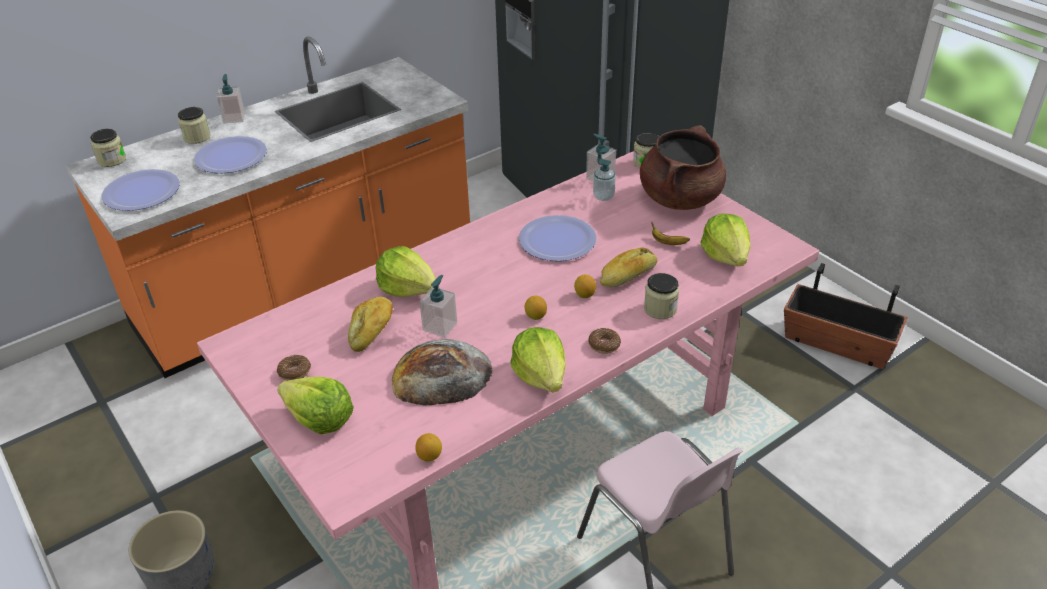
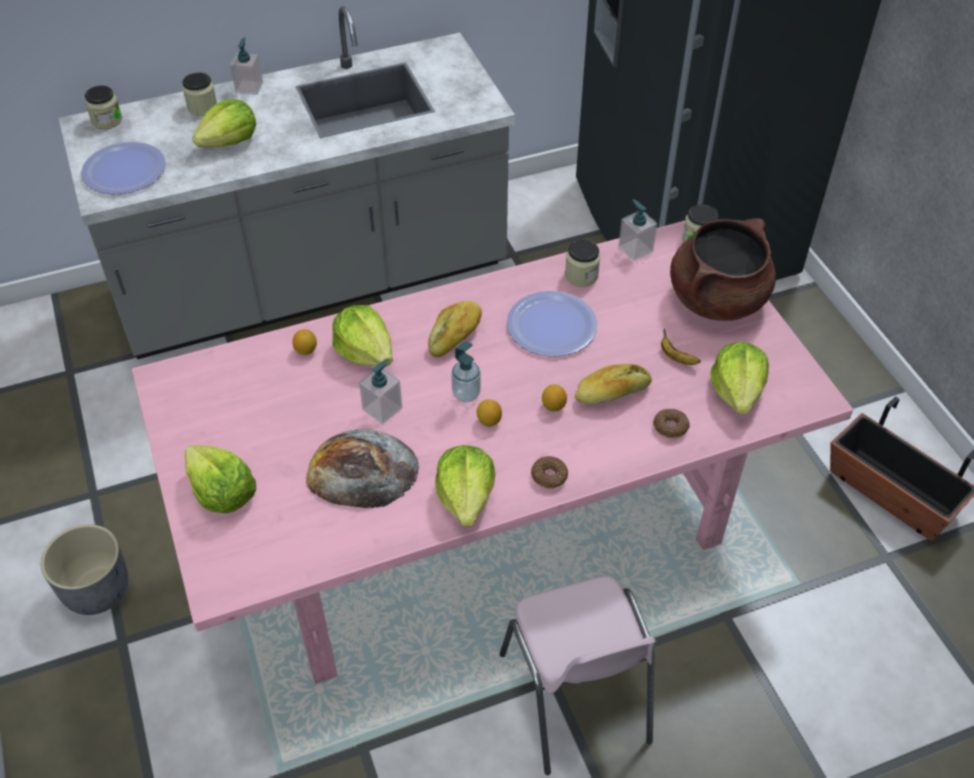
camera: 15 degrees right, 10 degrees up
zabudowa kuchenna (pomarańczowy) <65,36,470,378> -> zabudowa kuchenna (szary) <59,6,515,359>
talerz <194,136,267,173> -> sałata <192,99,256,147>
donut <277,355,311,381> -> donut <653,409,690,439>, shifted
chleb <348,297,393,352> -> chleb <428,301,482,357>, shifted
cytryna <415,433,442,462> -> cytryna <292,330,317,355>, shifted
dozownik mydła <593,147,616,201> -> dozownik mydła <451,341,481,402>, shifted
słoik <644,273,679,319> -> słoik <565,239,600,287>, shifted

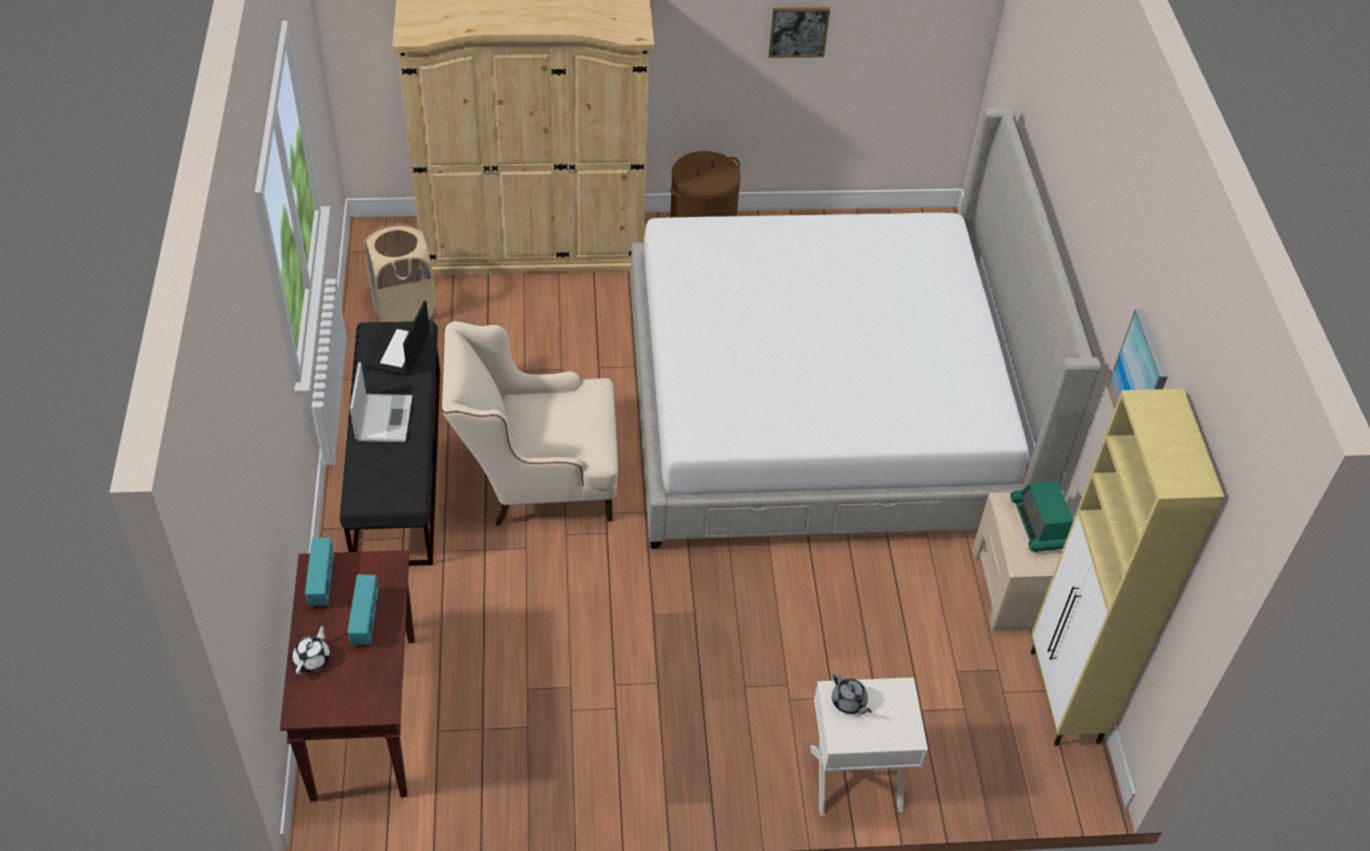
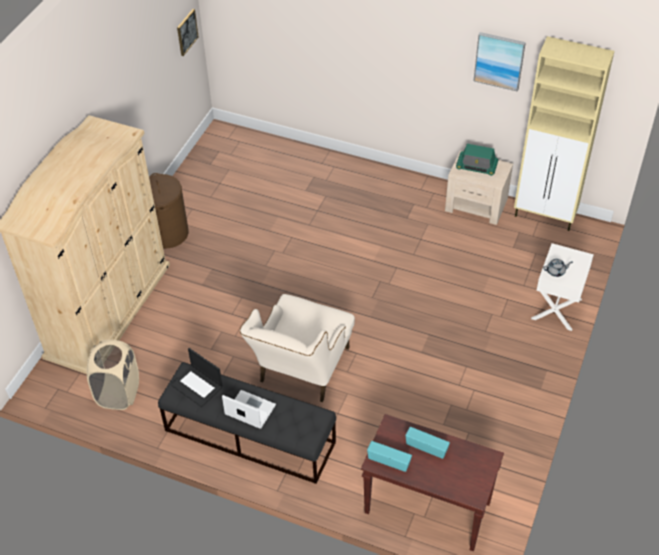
camera: 60 degrees left, 0 degrees up
imbryk (biały) <293,623,330,675> -> none
łóżko <631,108,1101,549> -> none
obraz <769,8,830,58> -> obraz <177,9,199,56>, shifted

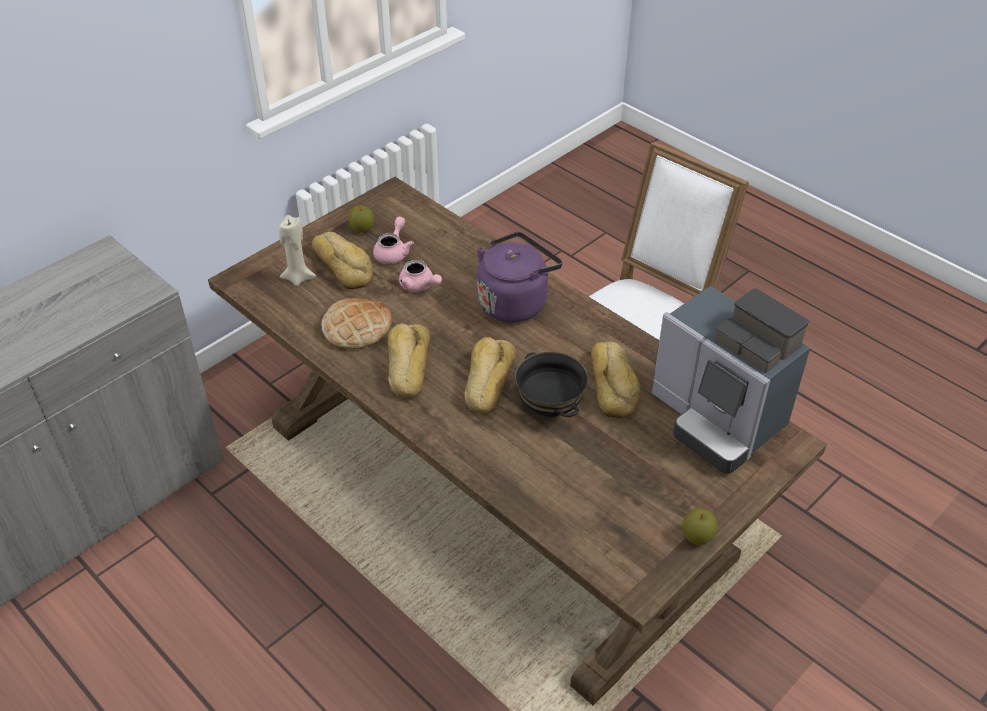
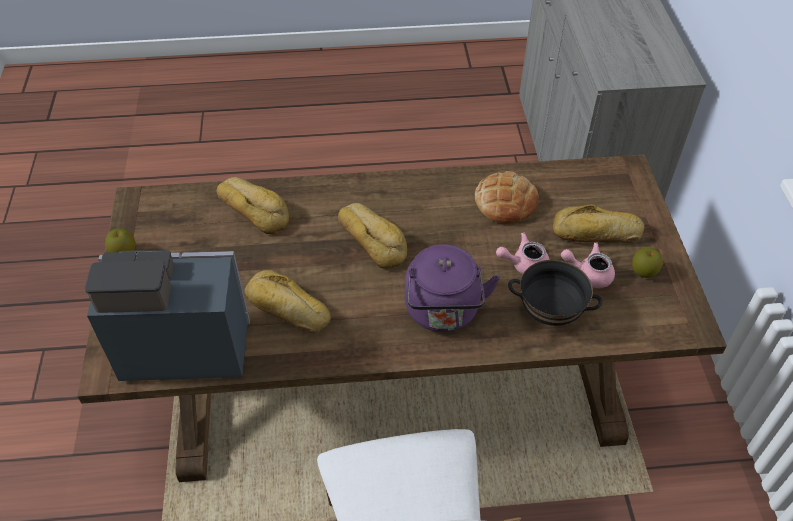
camera: 130 degrees right, 5 degrees up
świeca (beżowy) <279,215,316,286> -> none
imbryk (różowy) <373,217,414,264> -> imbryk (różowy) <561,243,615,288>, 135 degrees clockwise
chleb <387,323,430,398> -> chleb <217,177,289,234>, shifted
miska (czarny) <515,352,588,418> -> miska (czarny) <508,260,603,326>, shifted

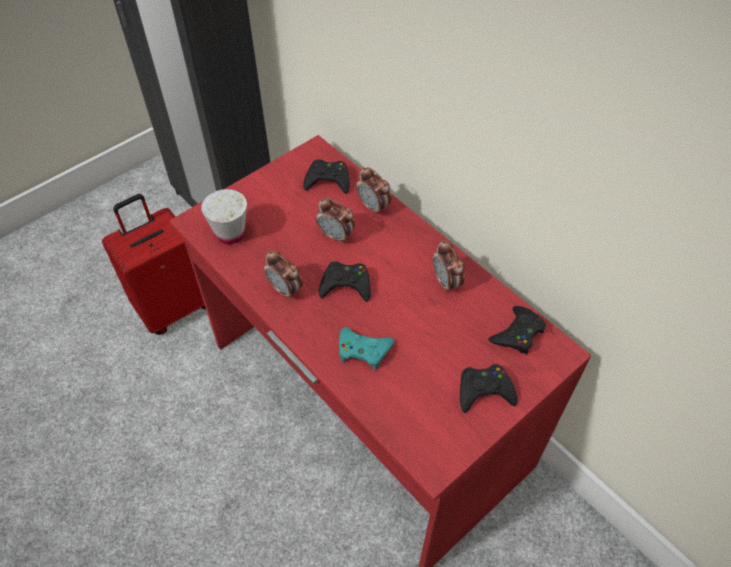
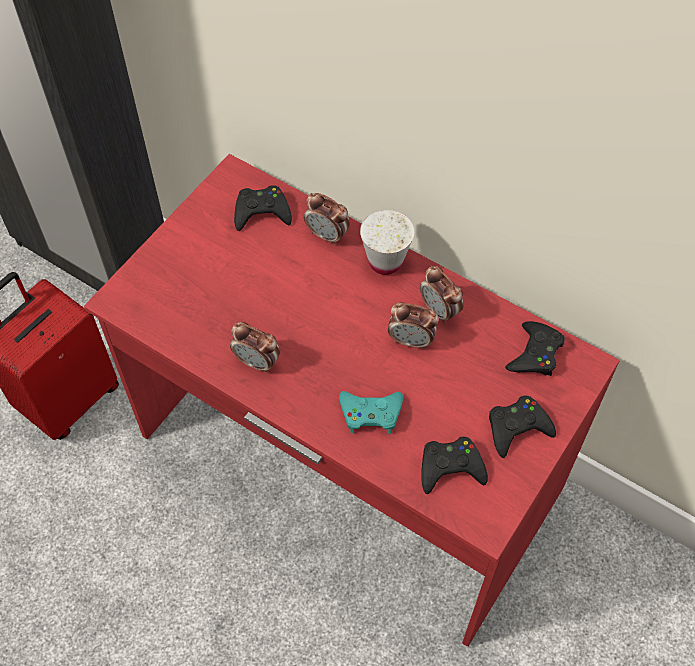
camera: 15 degrees left, 5 degrees up
filiżanka (biały) <201,189,247,244> -> filiżanka (biały) <360,210,414,275>, shifted
budzik <316,198,355,244> -> budzik <388,302,439,350>, shifted
pad do gier (czarny) <319,261,371,302> -> pad do gier (czarny) <421,437,488,494>, shifted

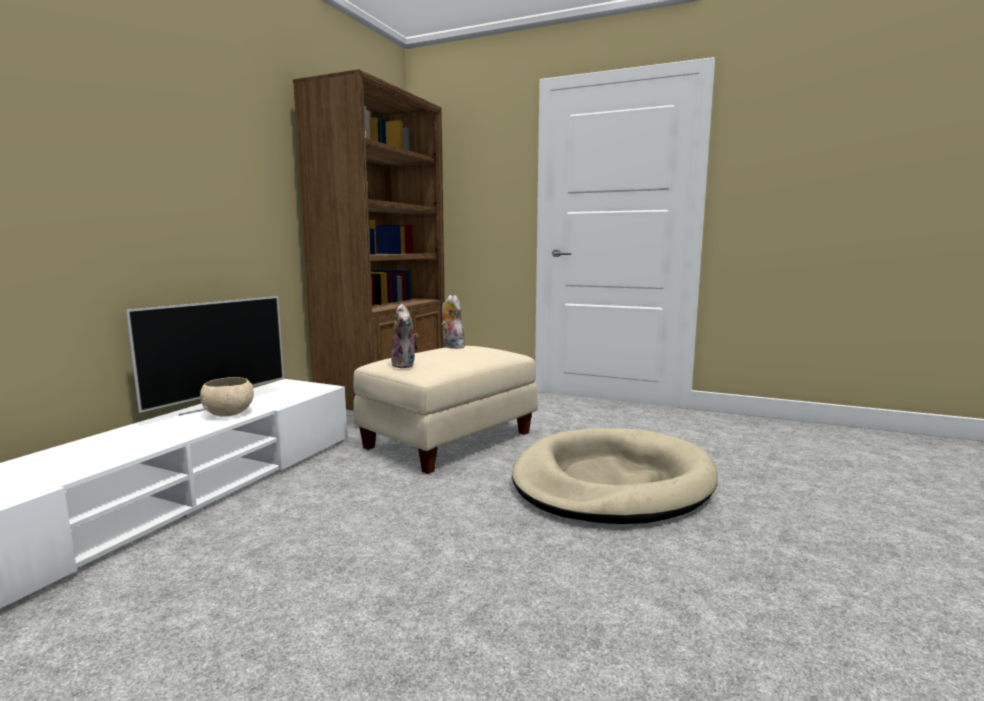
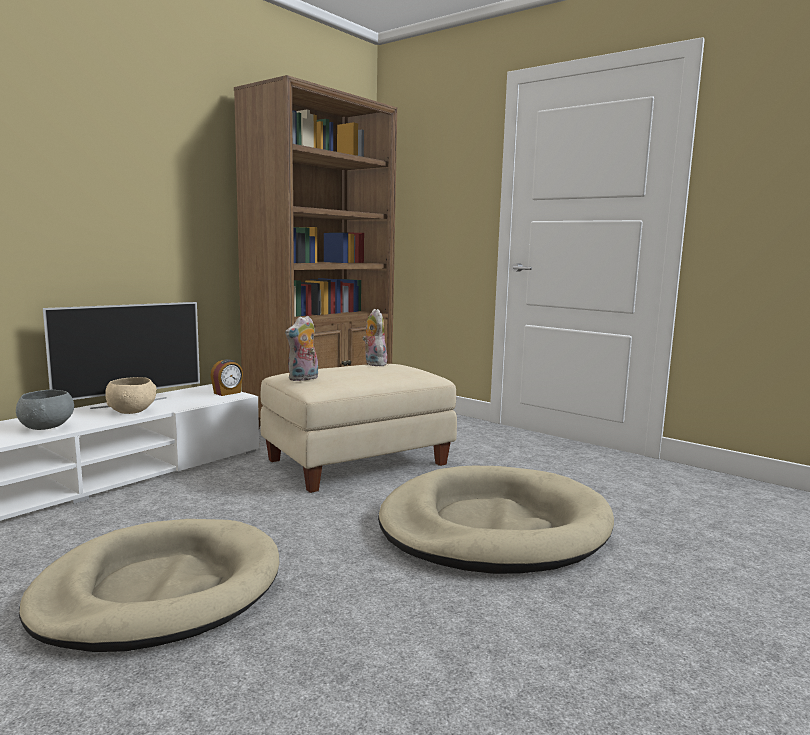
camera: 15 degrees right, 0 degrees up
pluszak <391,304,418,368> -> pluszak <285,315,318,381>, 45 degrees clockwise
none -> miska (szary) <16,390,74,430>
none -> legowisko (beżowy) <19,519,279,652>
none -> budzik <211,359,243,396>

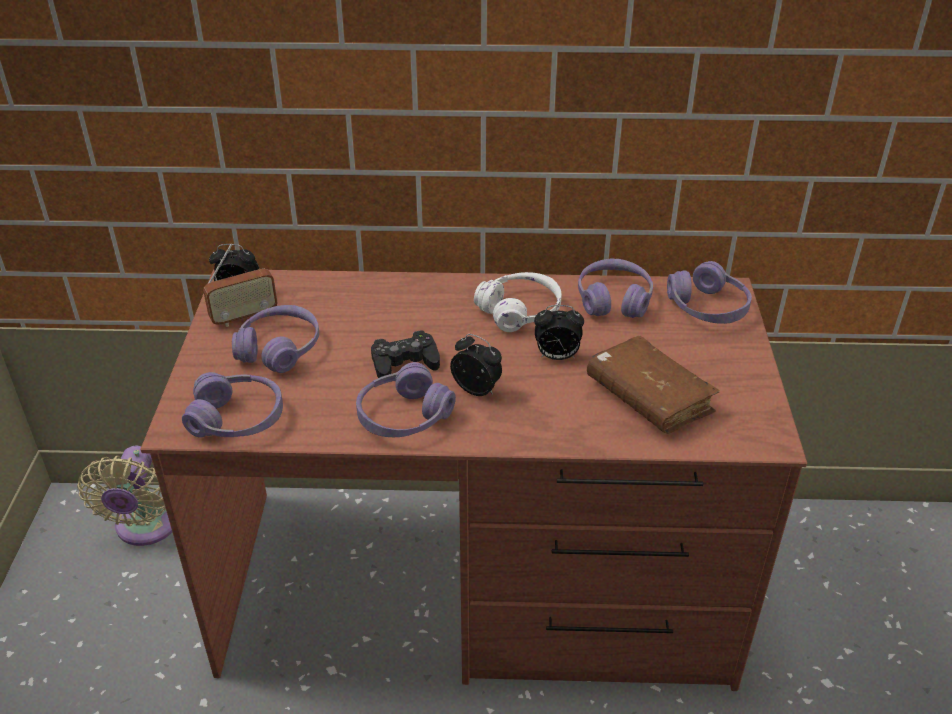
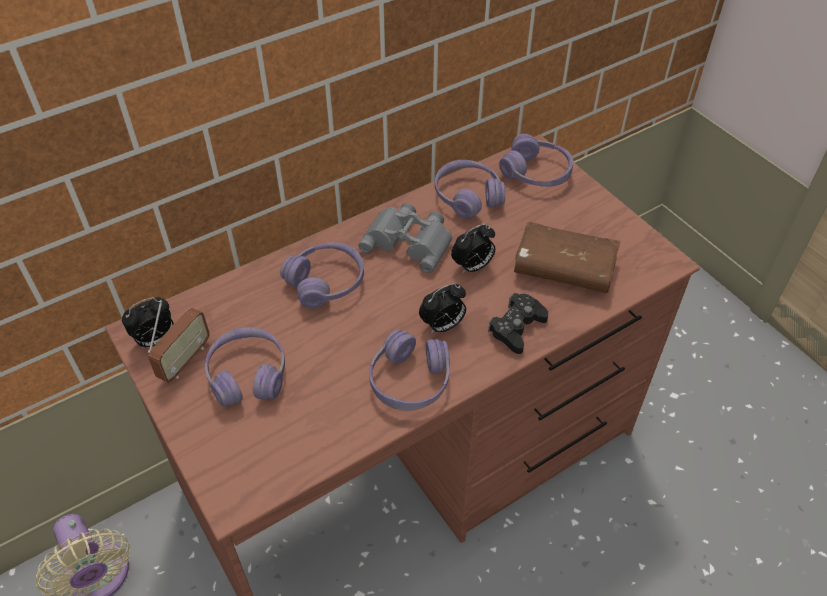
camera: 35 degrees left, 10 degrees up
słuchawki (fioletowy) <182,372,283,438> -> słuchawki (fioletowy) <280,242,364,309>, shifted
pad do gier (czarny) <371,330,440,378> -> pad do gier (czarny) <488,293,548,354>, shifted
budzik <450,334,502,396> -> budzik <419,283,466,333>, 150 degrees clockwise
słuchawki (biały) <474,272,562,332> -> lornetka (szary) <358,203,452,273>

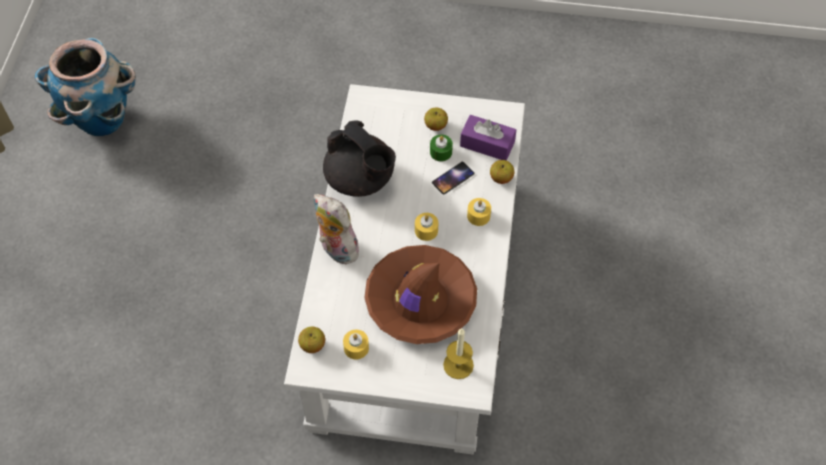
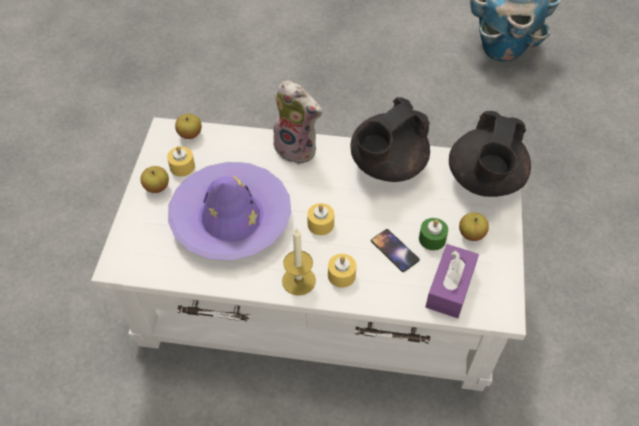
camera: 90 degrees right, 5 degrees down
pluszak <314,194,360,264> -> pluszak <273,80,322,165>, 75 degrees clockwise
kapelusz (brązowy) <365,245,477,344> -> kapelusz (fioletowy) <168,162,291,260>
świeca <443,328,474,379> -> świeca <282,227,316,296>, shifted
jabłko <490,160,515,184> -> jabłko <141,166,169,193>, shifted
none -> imbryk (czarny) <449,111,531,197>

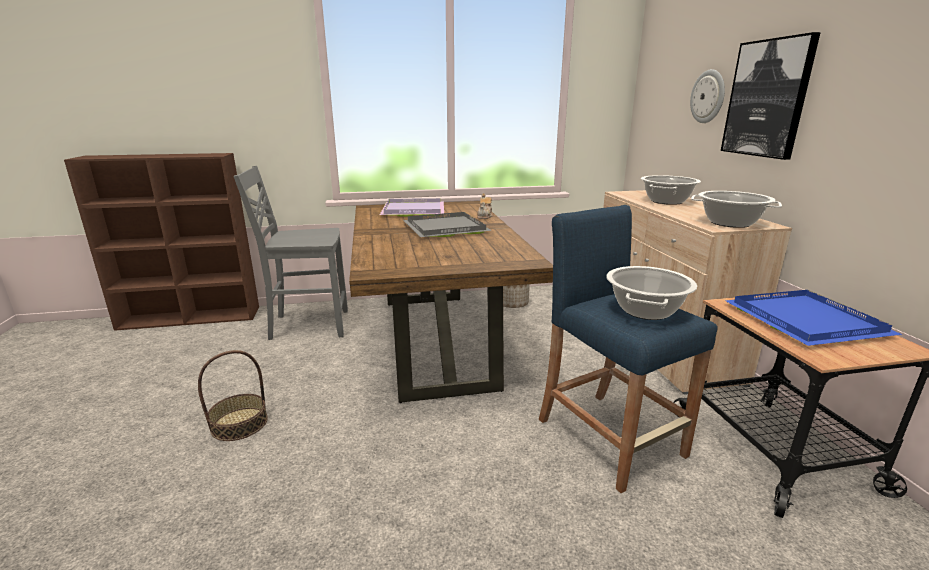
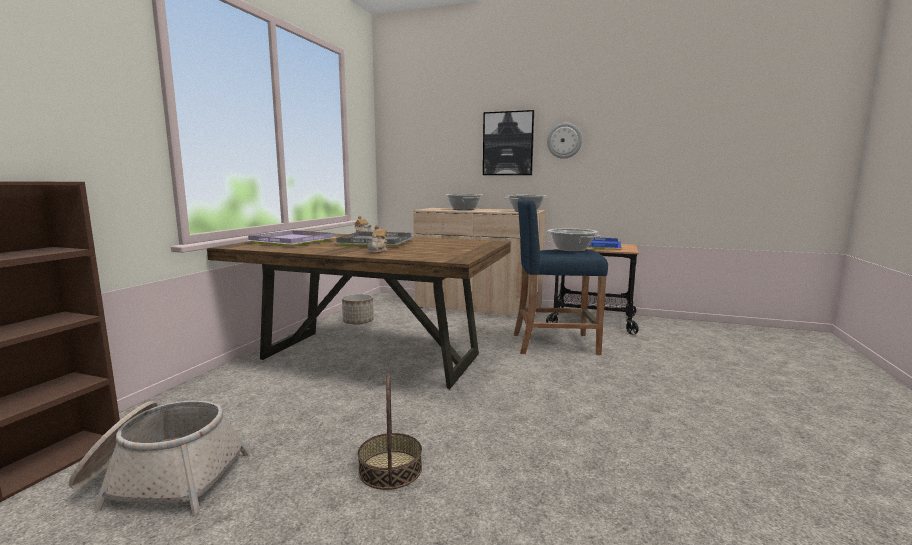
camera: 60 degrees left, 10 degrees down
krzesło (szary) <234,166,348,340> -> none
zegar ścienny <690,69,725,123> -> zegar ścienny <547,123,582,159>, shifted
none -> koszyk <69,400,250,515>
none -> imbryk <368,225,388,253>

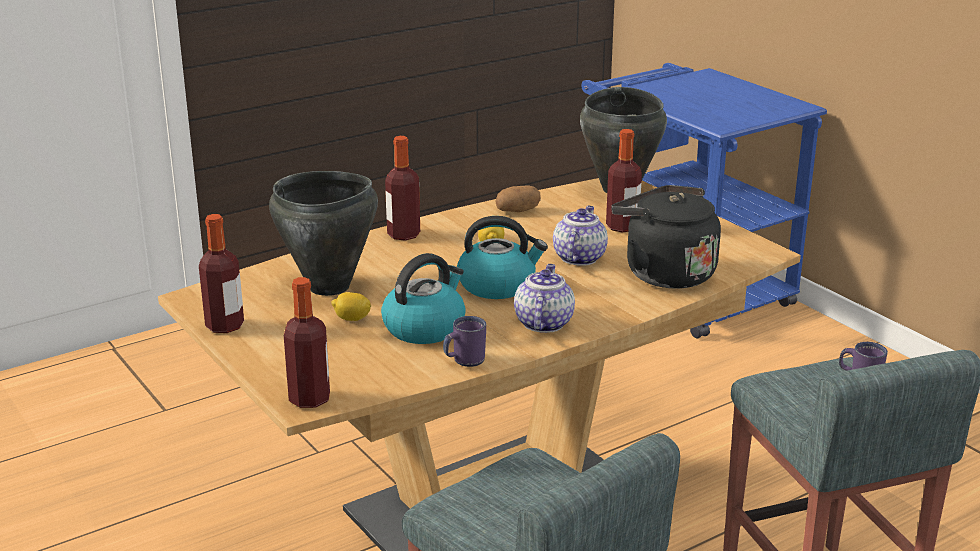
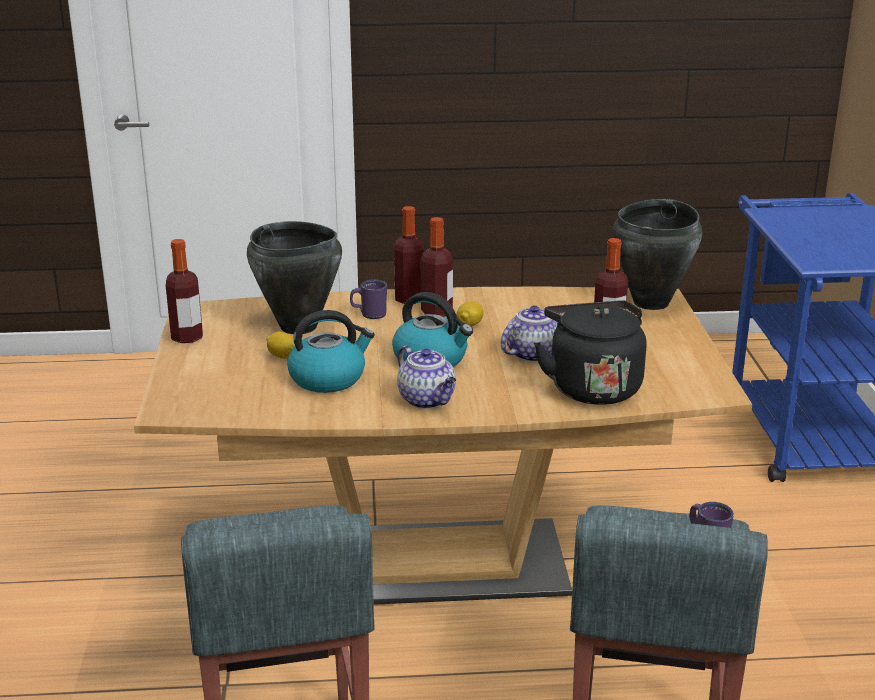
camera: 30 degrees right, 0 degrees up
butelka <284,277,330,408> -> butelka <421,217,453,317>, shifted
kubek (fioletowy) <443,316,486,367> -> kubek (fioletowy) <350,280,387,319>, shifted
ziemniak <495,186,541,212> -> none
imbryk <514,264,575,333> -> imbryk <397,345,456,409>, 105 degrees clockwise

